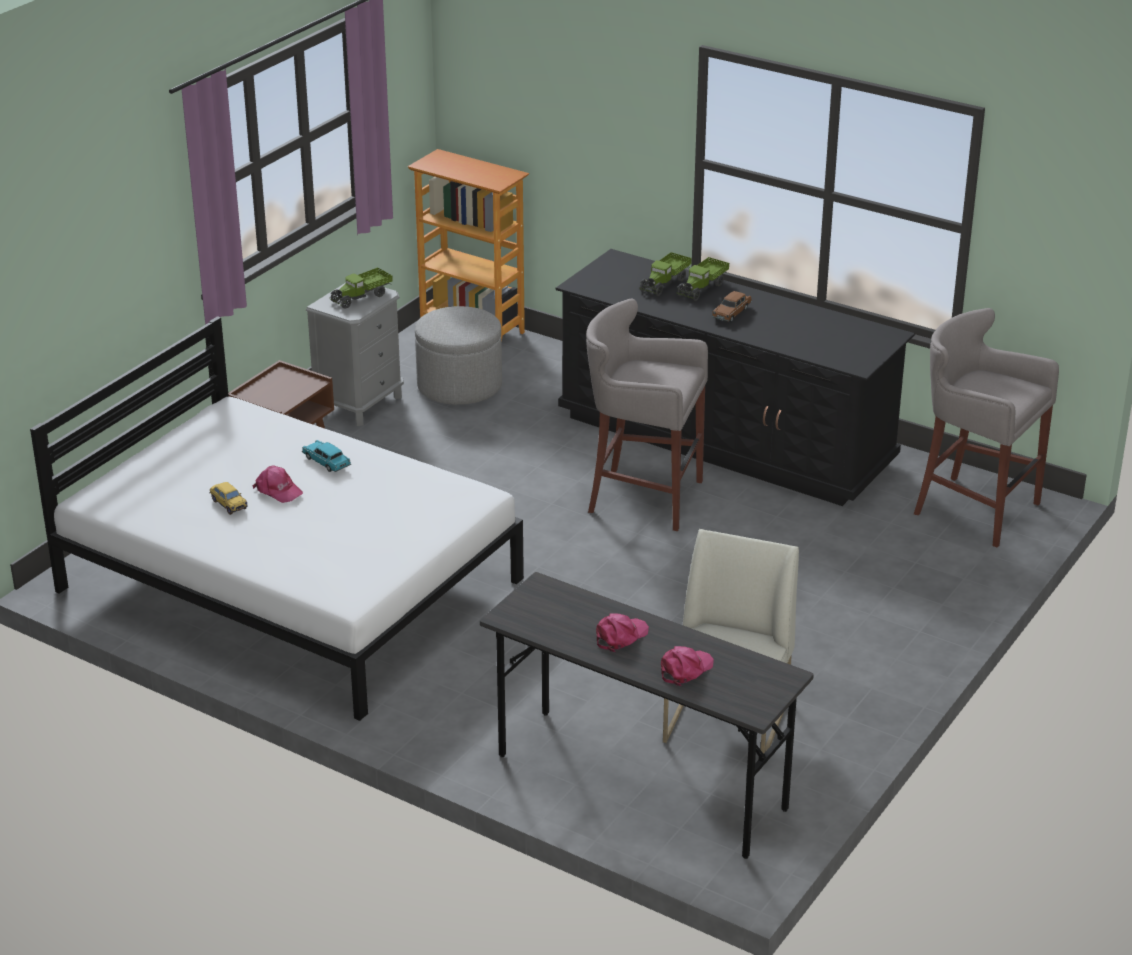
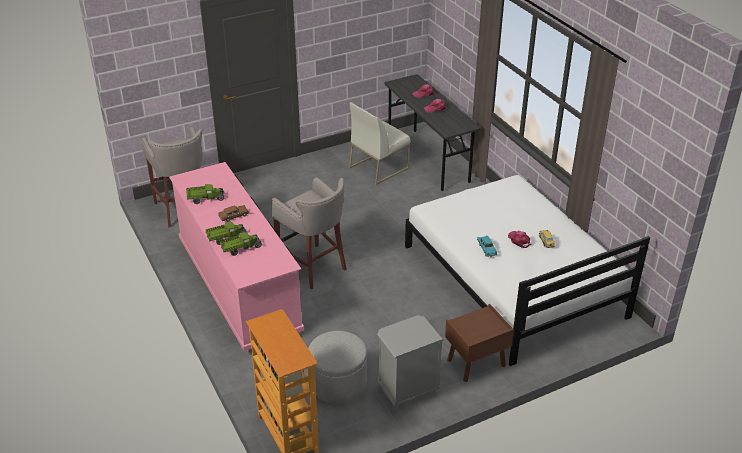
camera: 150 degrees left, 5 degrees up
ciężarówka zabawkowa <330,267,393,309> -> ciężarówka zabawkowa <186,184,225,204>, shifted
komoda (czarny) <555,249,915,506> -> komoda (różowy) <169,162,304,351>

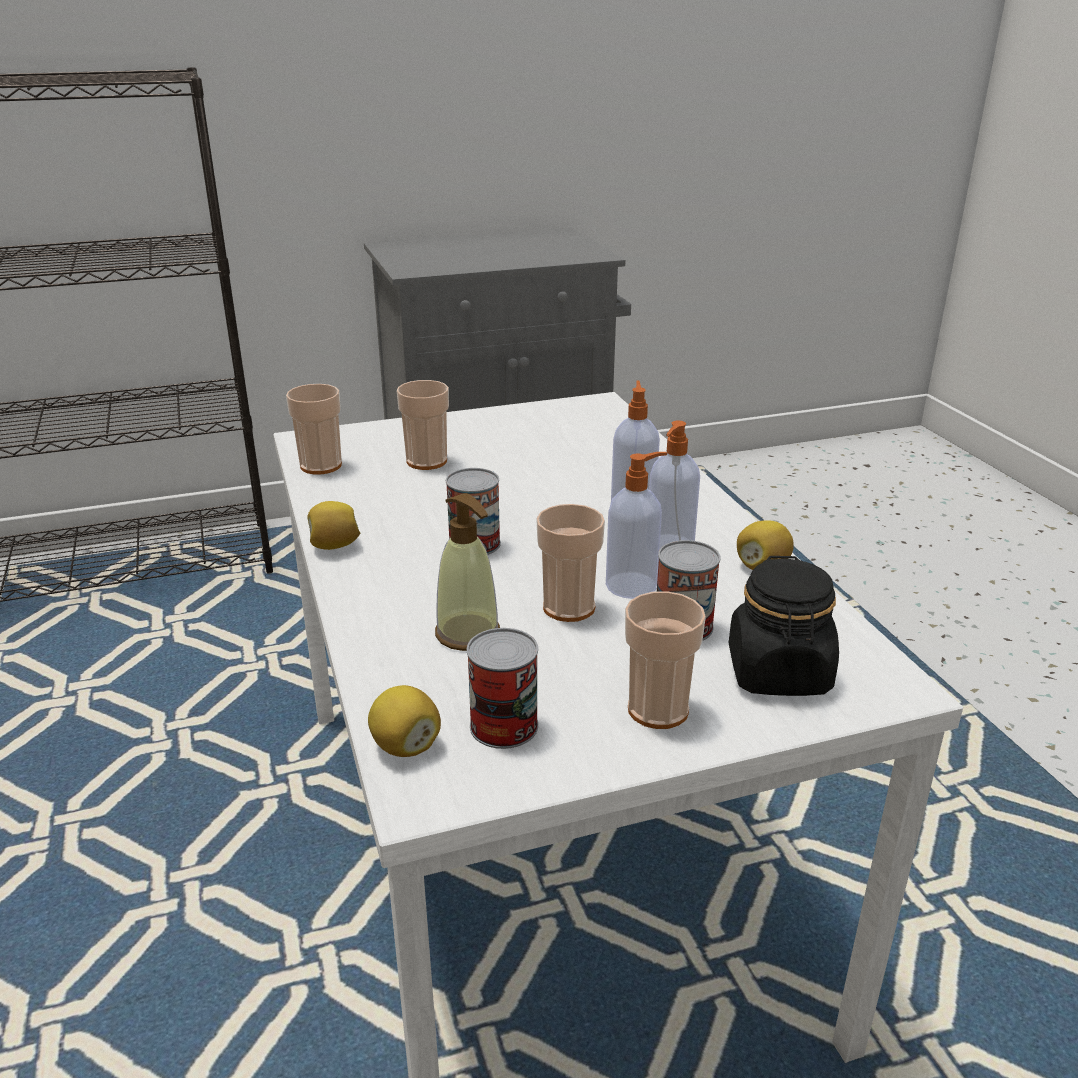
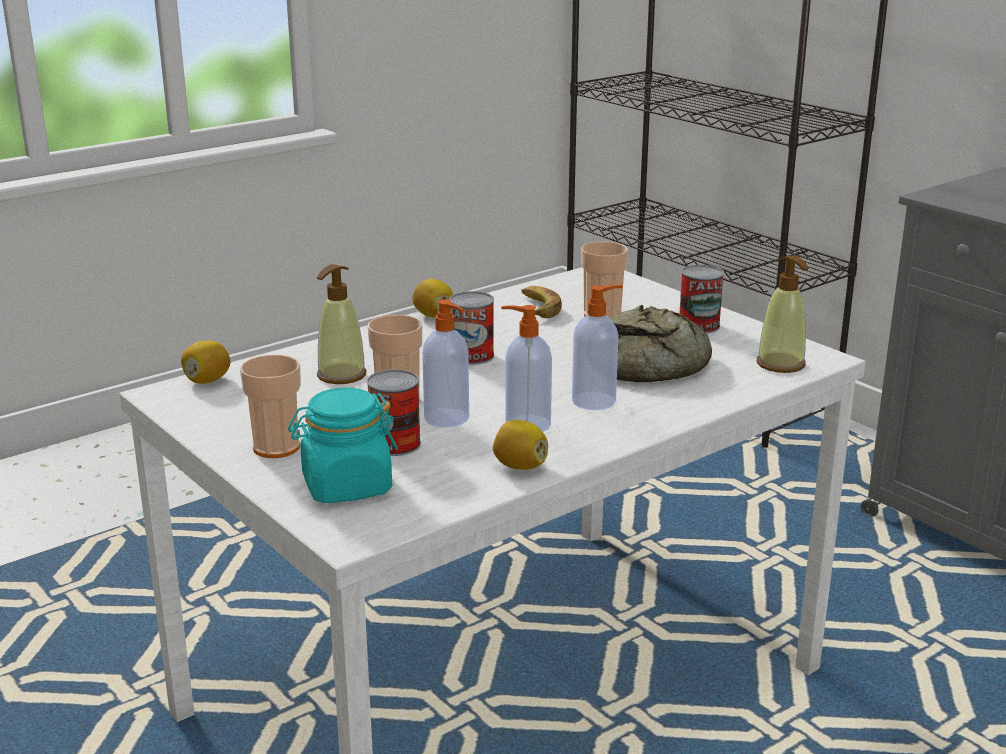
camera: 70 degrees right, 5 degrees down
filiżanka <286,384,342,475> -> none
puszka <467,628,538,749> -> puszka <679,265,724,334>, shifted
słoik (czarny) <729,556,839,696> -> słoik (turkusowy) <288,388,398,503>
none -> banan <521,286,562,318>
none -> chleb <609,305,712,382>
none -> dozownik mydła <757,255,809,373>

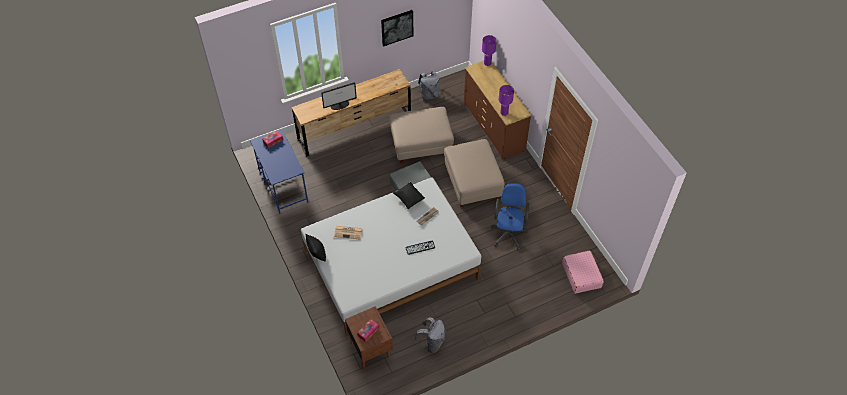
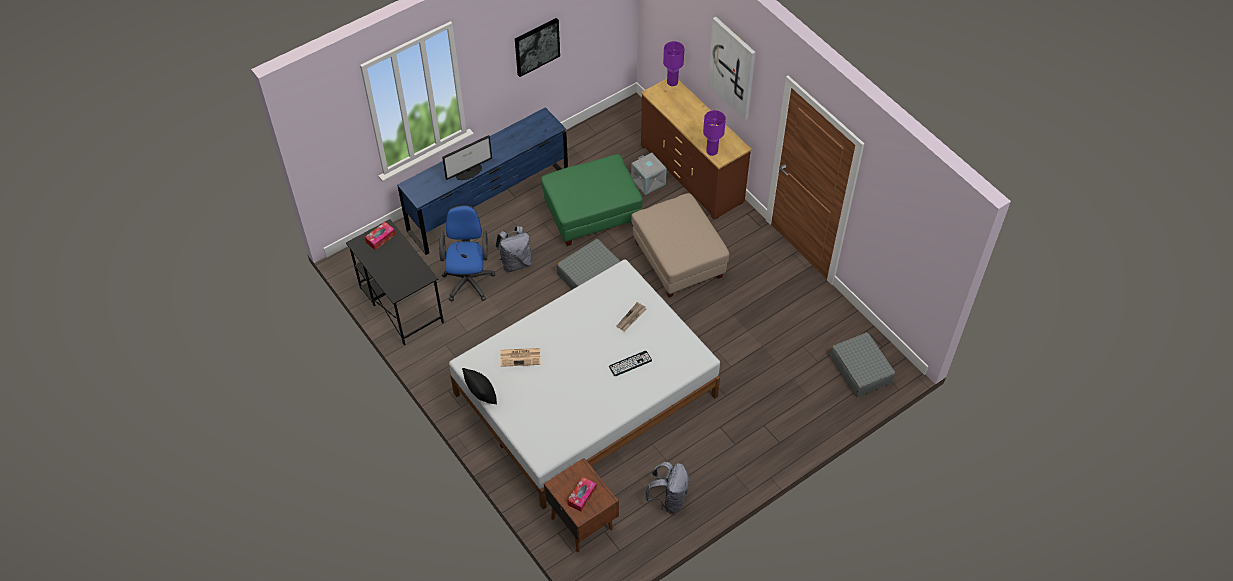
camera: 10 degrees left, 0 degrees up
biurko (niebieski) <250,129,309,214> -> biurko (czarny) <346,219,444,345>
komoda (brązowy) <292,69,411,157> -> komoda (niebieski) <397,107,568,255>
pufa (beżowy) <389,107,454,164> -> pufa (zielony) <541,154,643,246>
poduszka (czarny) <393,182,425,209> -> none
plecak (szary) <418,71,440,100> -> plecak (szary) <495,226,531,272>, shifted
krzesło biurowe (niebieski) <491,183,529,250> -> krzesło biurowe (niebieski) <439,205,496,302>, shifted
walizka (różowy) <562,250,604,294> -> walizka (szary) <830,332,896,397>
none -> pojemnik do przechowywania (szary) <631,153,666,195>
none -> obraz <708,17,756,120>

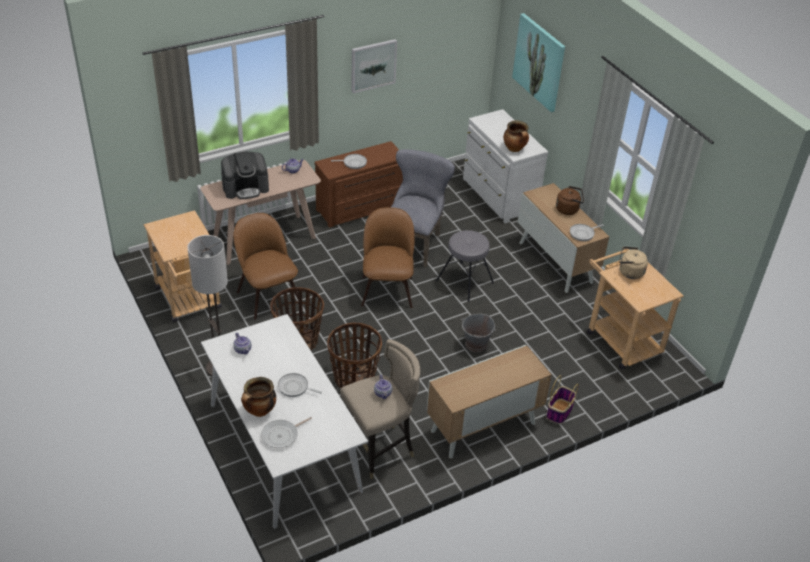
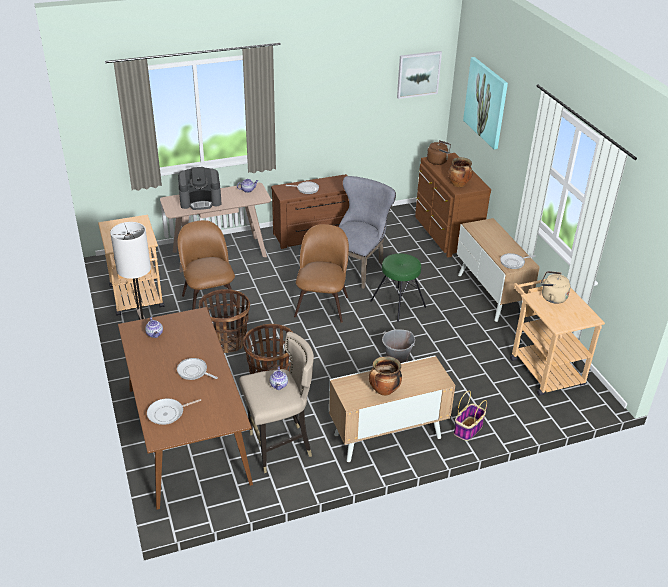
camera: 10 degrees right, 5 degrees down
stół jadalny (biały) <201,314,368,529> -> stół jadalny (brązowy) <118,307,253,510>
garnek <241,377,276,417> -> garnek <369,356,402,396>, shifted
obraz <351,39,397,93> -> obraz <397,51,442,99>, shifted
stołek (szary) <436,230,494,302> -> stołek (zielony) <370,253,426,322>
komoda (biały) <463,109,548,223> -> komoda (brązowy) <415,153,491,257>
czajnik (brązowy) <556,186,584,215> -> czajnik (brązowy) <427,140,451,165>, shifted

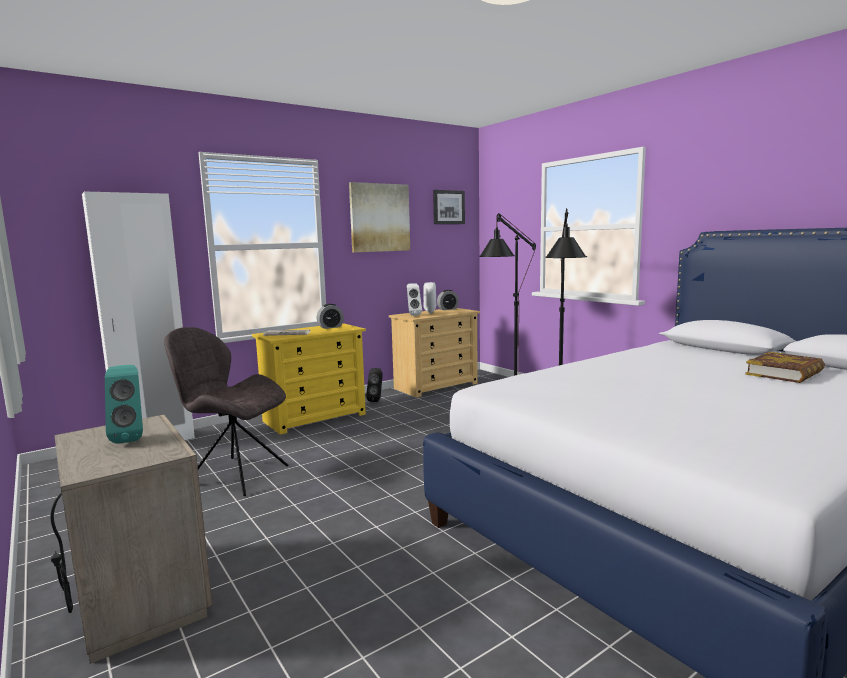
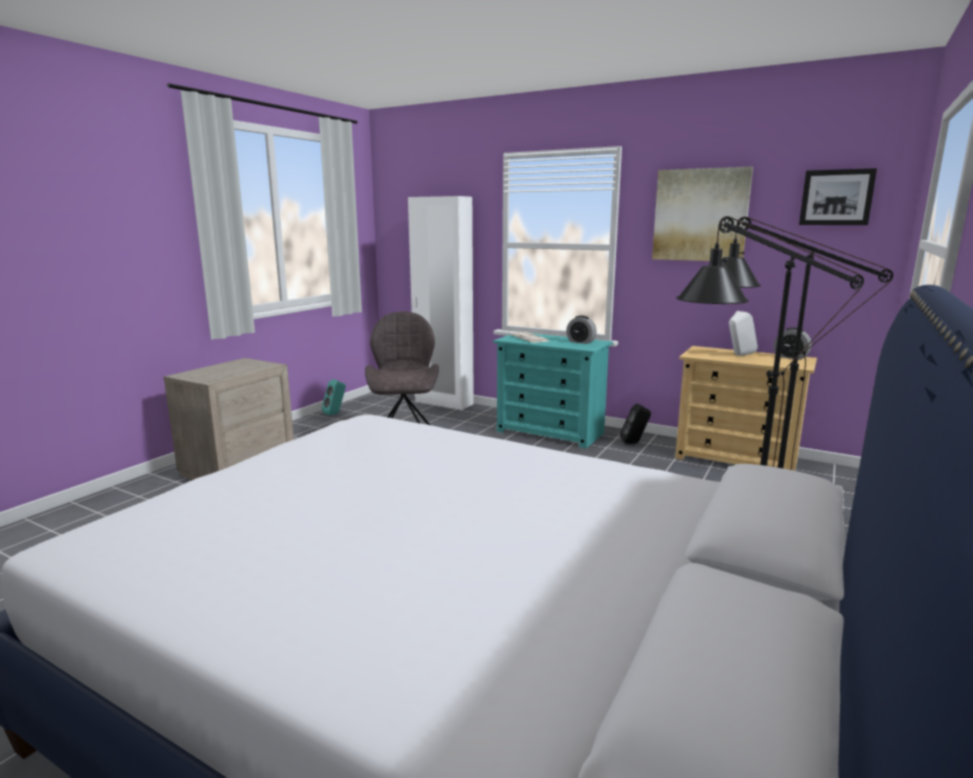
camera: 65 degrees right, 5 degrees up
głośnik (turkusowy) <105,365,143,444> -> głośnik (turkusowy) <322,379,346,415>, shifted
komoda (żółty) <252,323,366,435> -> komoda (turkusowy) <493,333,613,448>
głośnik (biały) <407,283,422,316> -> none
książka <745,352,825,383> -> none

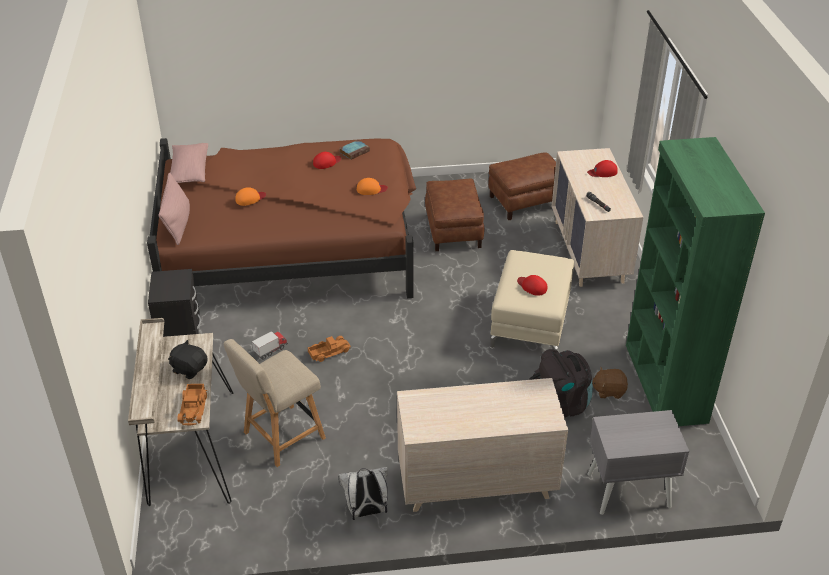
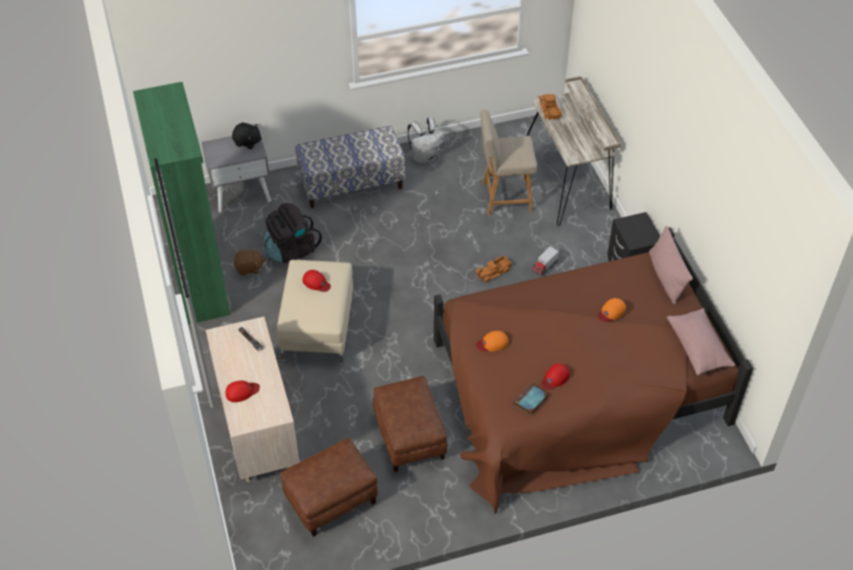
camera: 170 degrees right, 10 degrees up
pluszak (czarny) <168,340,208,379> -> pluszak (czarny) <232,122,262,149>, shifted
krzesło (beżowy) <224,339,326,467> -> krzesło (beżowy) <480,110,537,215>, 135 degrees counterclockwise
komoda (beżowy) <397,378,568,512> -> ławka <295,126,405,208>

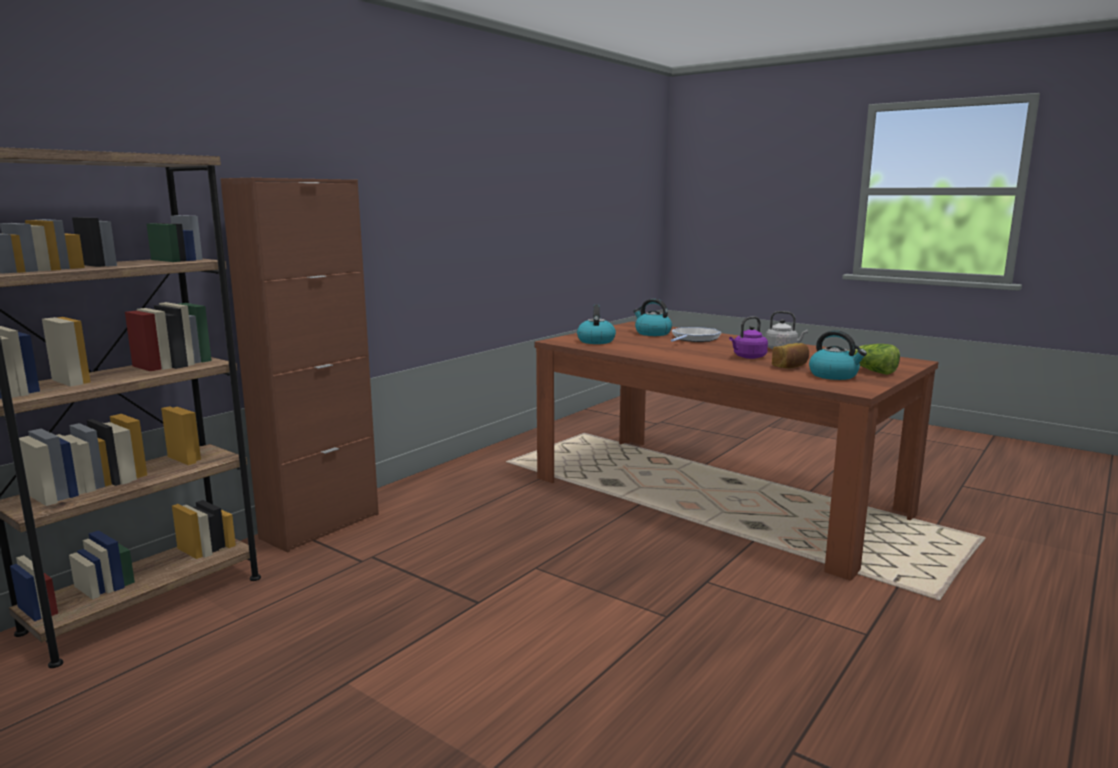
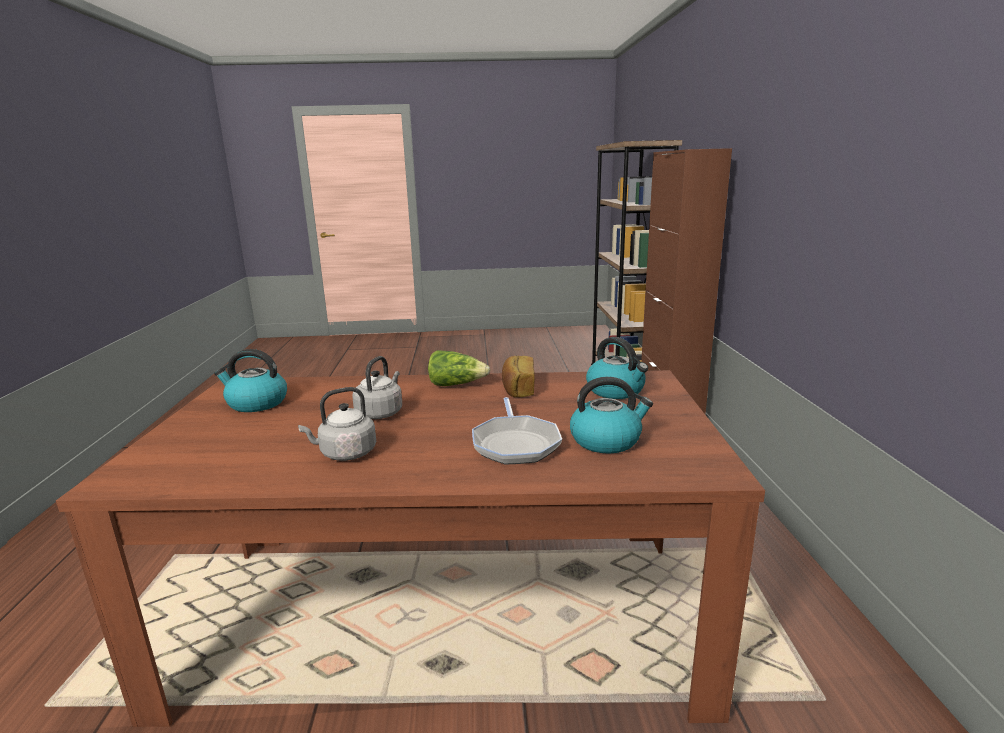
camera: 140 degrees right, 5 degrees up
czajnik (fioletowy) <729,316,768,359> -> czajnik (szary) <352,356,402,419>
chleb <772,343,809,368> -> chleb <502,356,535,397>, shifted
sałata <848,344,900,375> -> sałata <428,350,490,386>, shifted

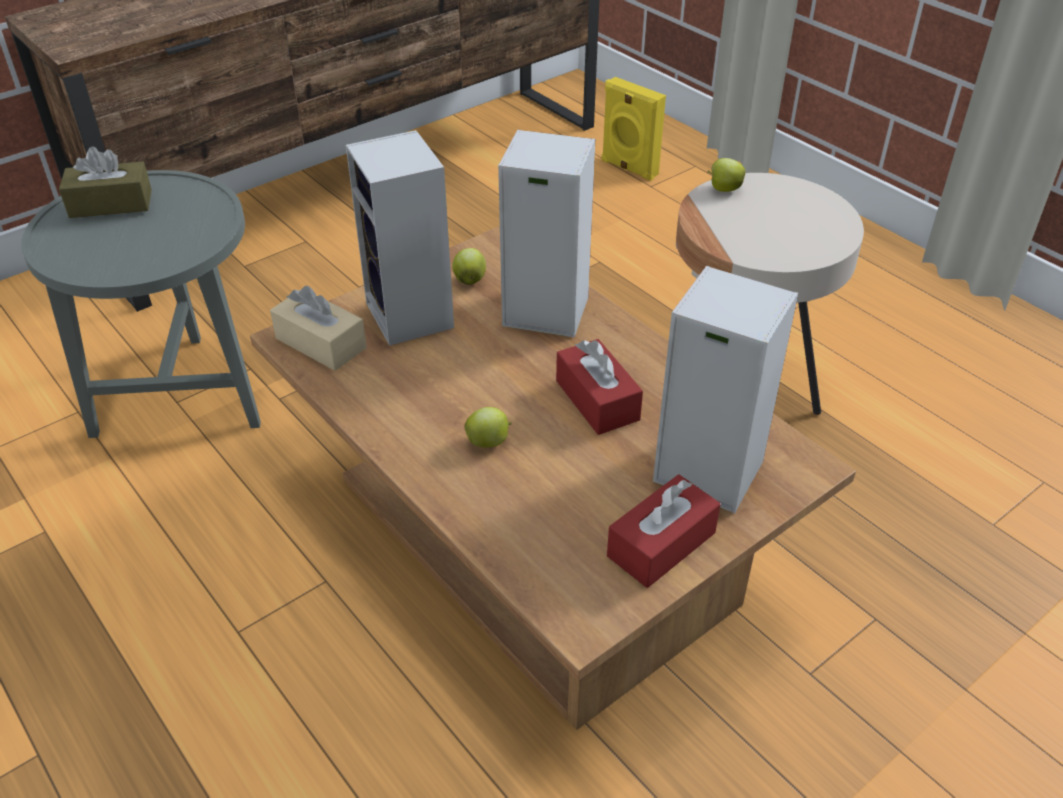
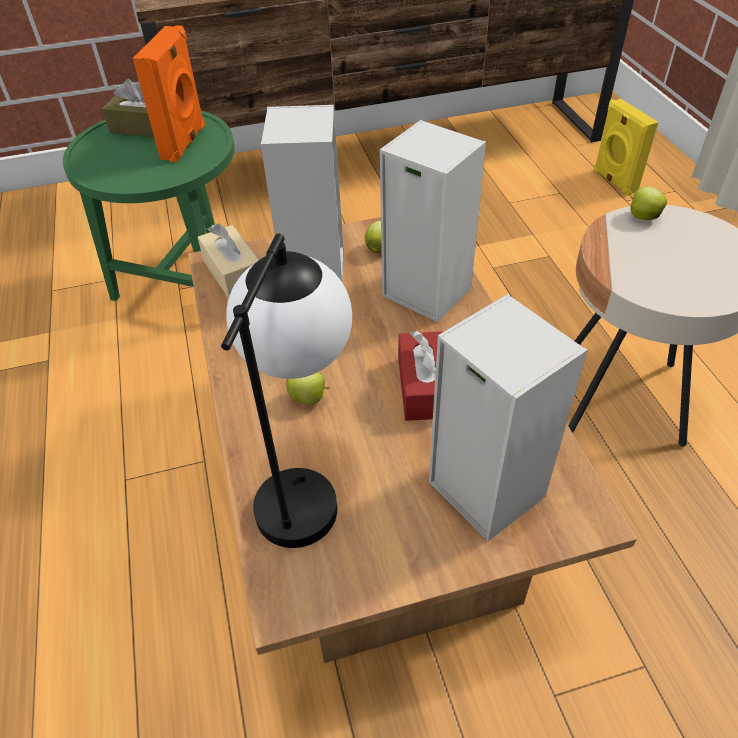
camera: 25 degrees right, 5 degrees up
stolik (szary) <21,170,261,438> -> stolik (zielony) <63,111,235,301>
pudełko chusteczek (czerwony) <607,475,720,588> -> none
none -> głośnik (pomarańczowy) <133,25,205,162>
none -> lampa stołowa <221,234,352,548>

